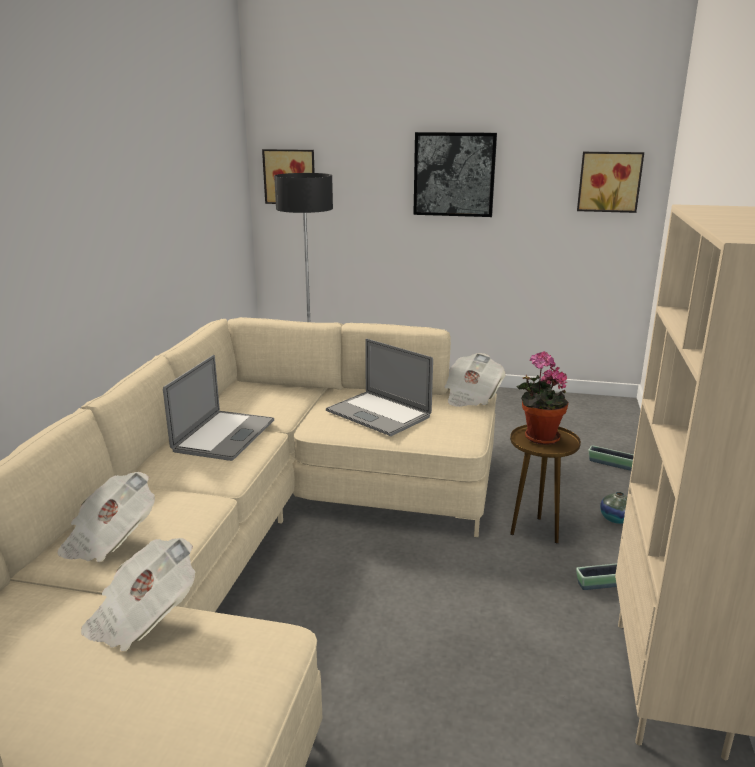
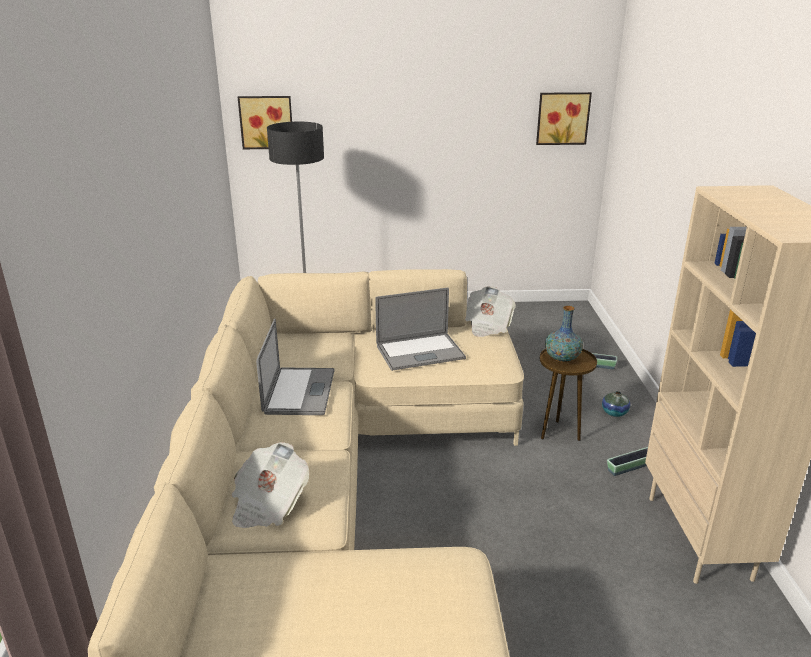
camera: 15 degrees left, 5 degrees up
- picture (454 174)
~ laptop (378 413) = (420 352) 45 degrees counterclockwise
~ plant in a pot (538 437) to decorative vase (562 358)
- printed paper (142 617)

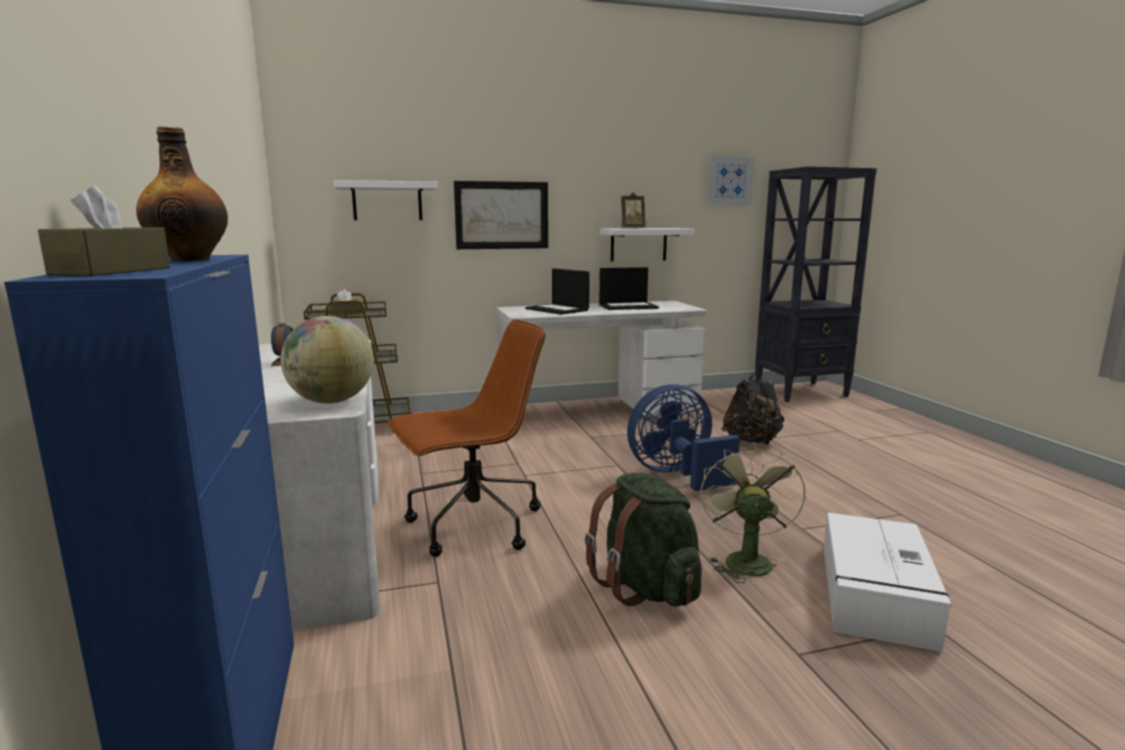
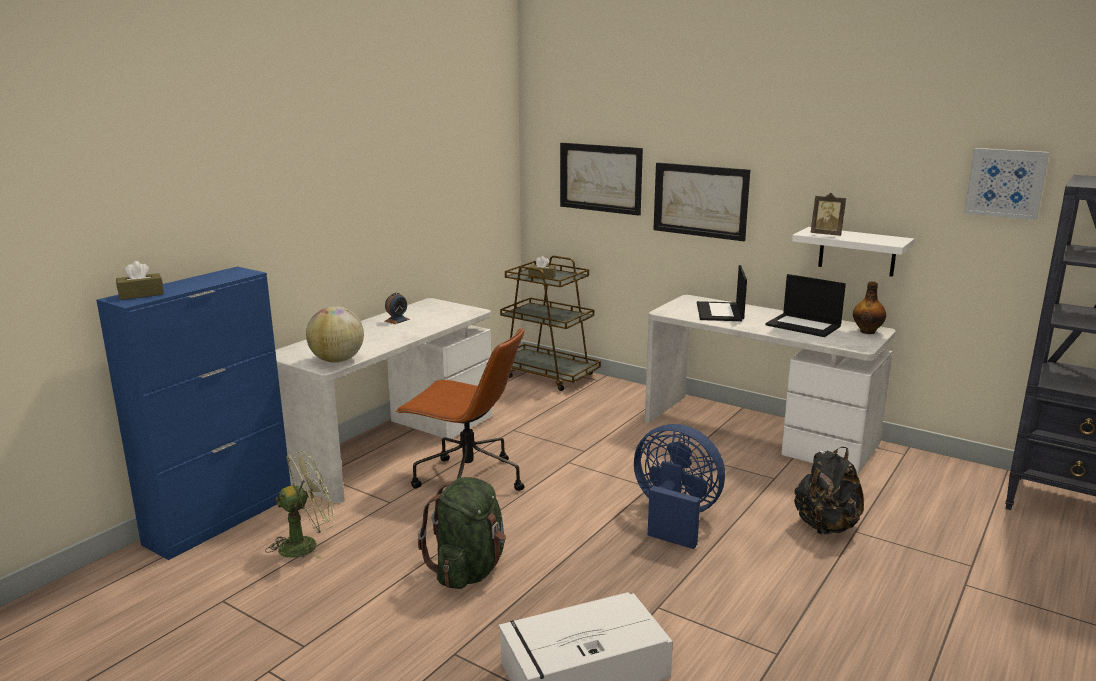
camera: 50 degrees right, 5 degrees up
~ beverage bottle (190 260) to (867 331)
~ wall shelf/white-coloured (387 201) to picture (600 178)
~ fan/green-coloured (745 559) to (306 544)

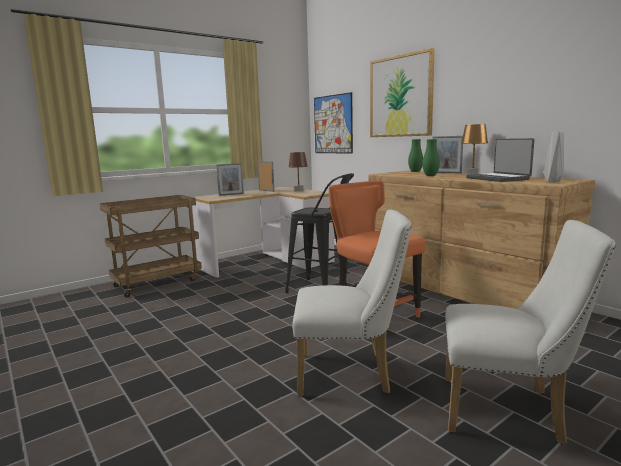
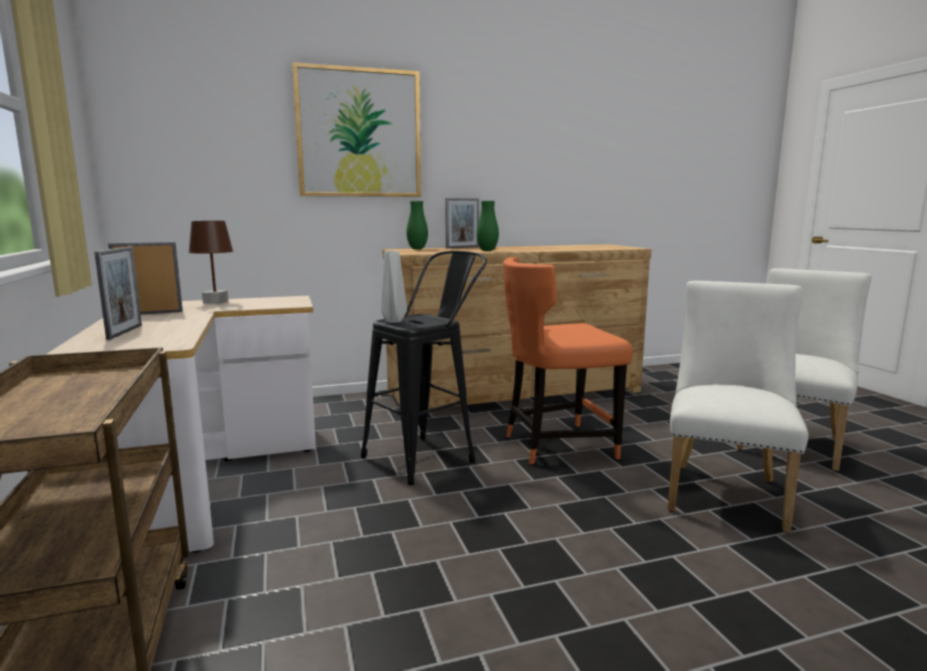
camera: 70 degrees left, 0 degrees up
- picture (333 124)
- lamp for a table/brownish (473 174)
~ decorative vase/greyish (554 181) to (394 321)
- laptop (498 179)

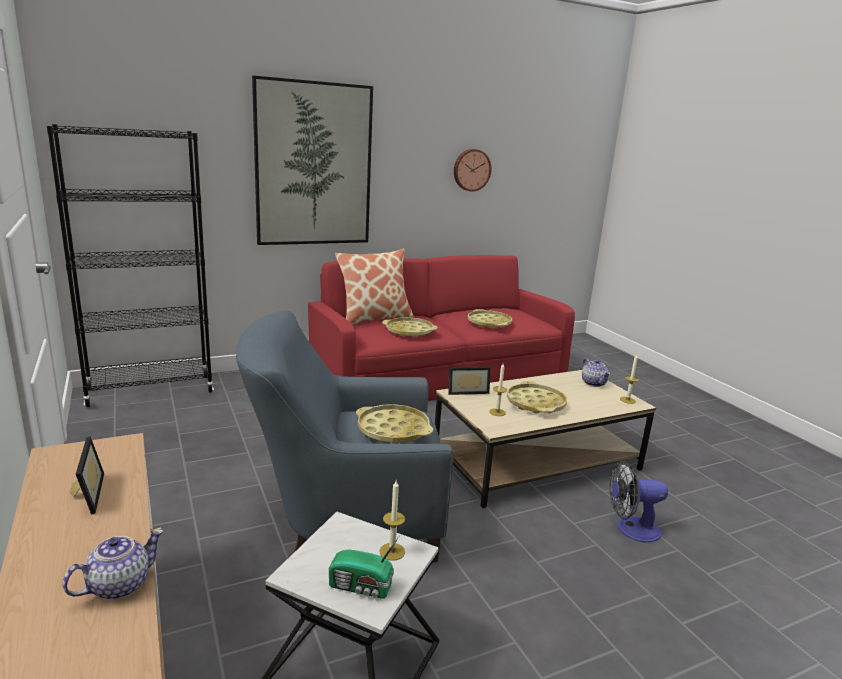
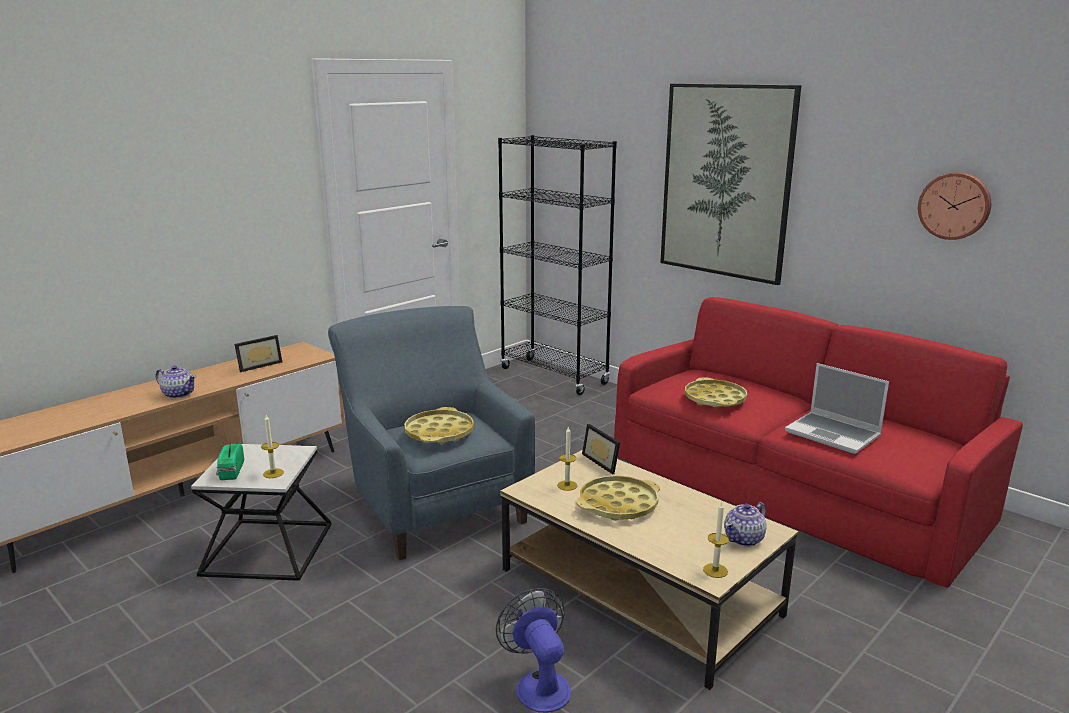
camera: 70 degrees right, 0 degrees up
- pillow (374 318)
~ serving tray/yellow-coloured (489 323) to laptop (834 434)

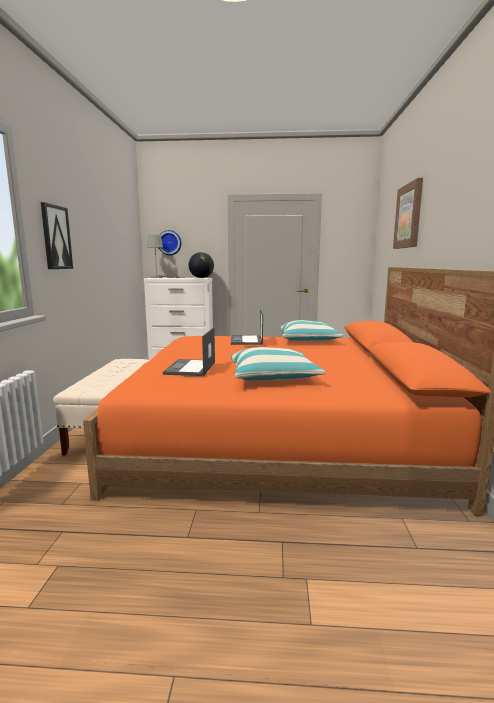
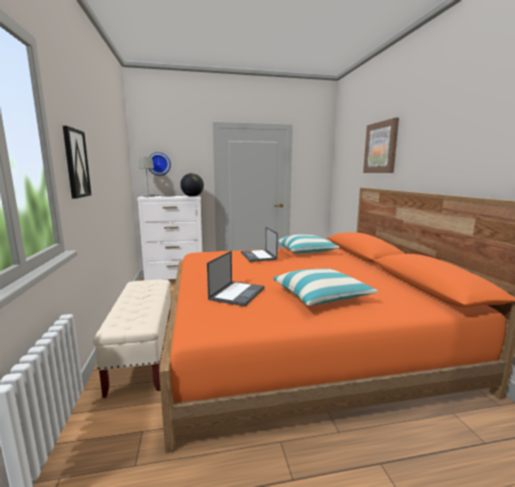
camera: 15 degrees left, 0 degrees up
~ laptop (190 368) = (237 293) 150 degrees counterclockwise

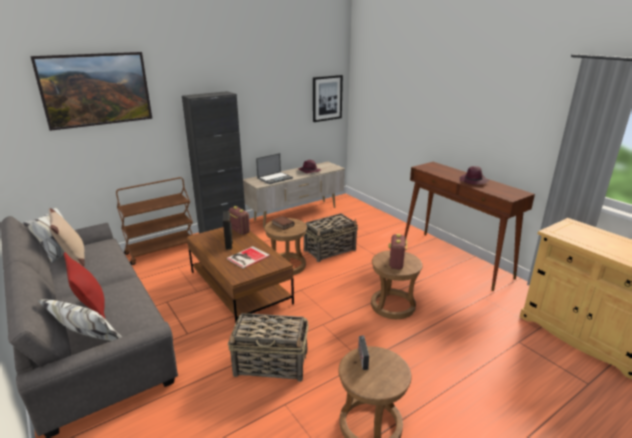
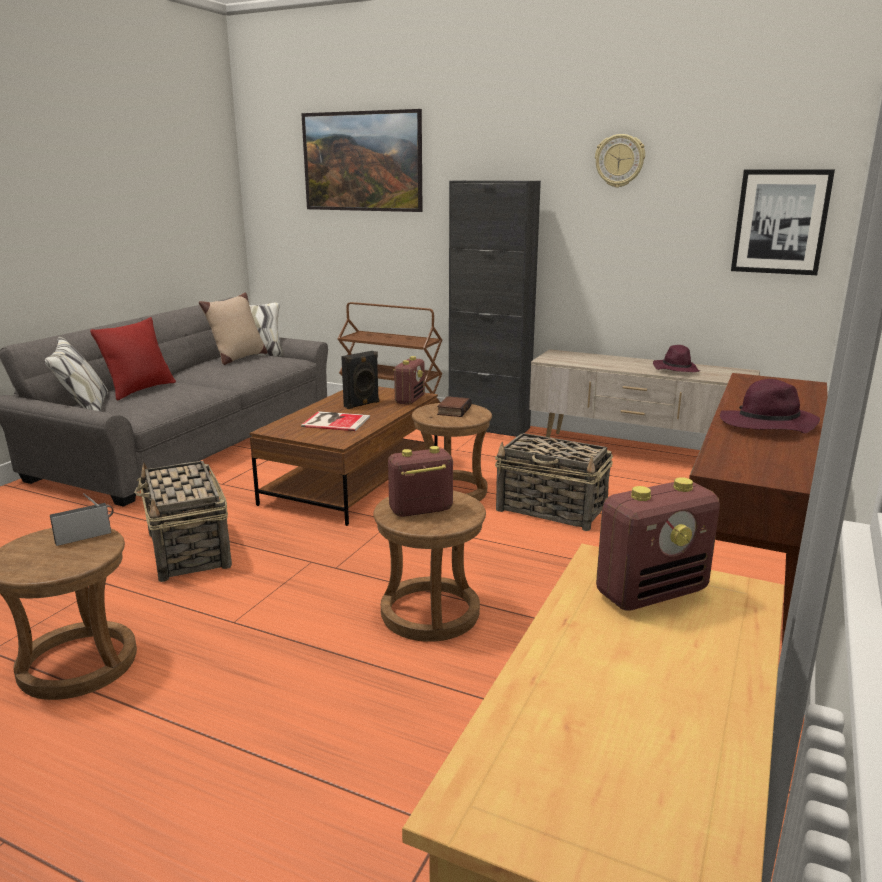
camera: 60 degrees right, 5 degrees down
- laptop (275 178)
+ hanging clock (619 161)
+ radio receiver (652 592)

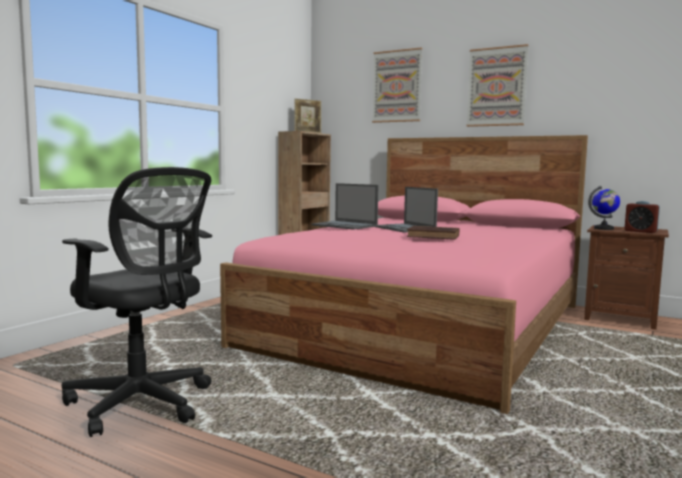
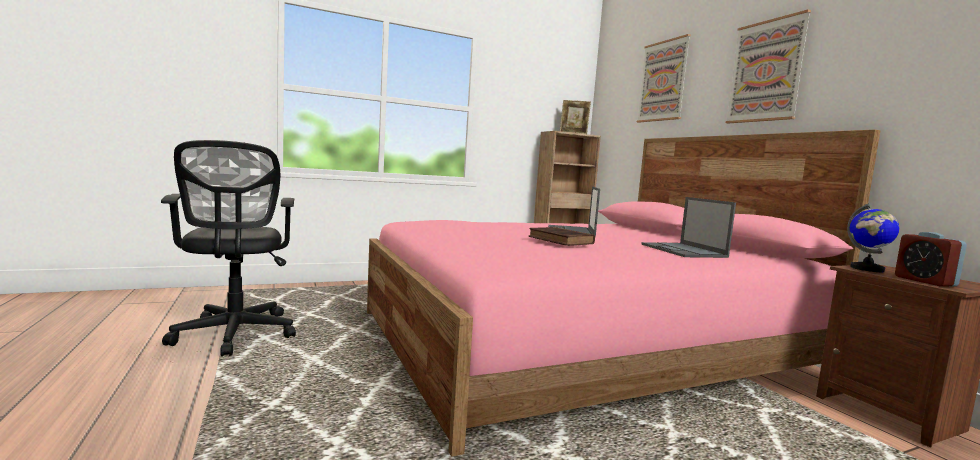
camera: 35 degrees right, 0 degrees up
~ laptop (345 226) to (684 251)

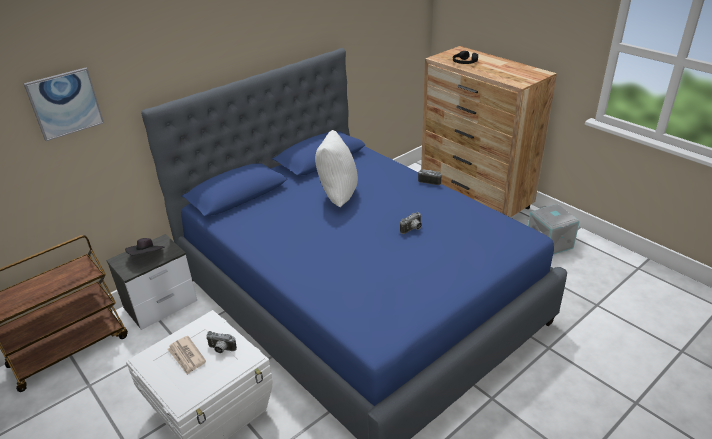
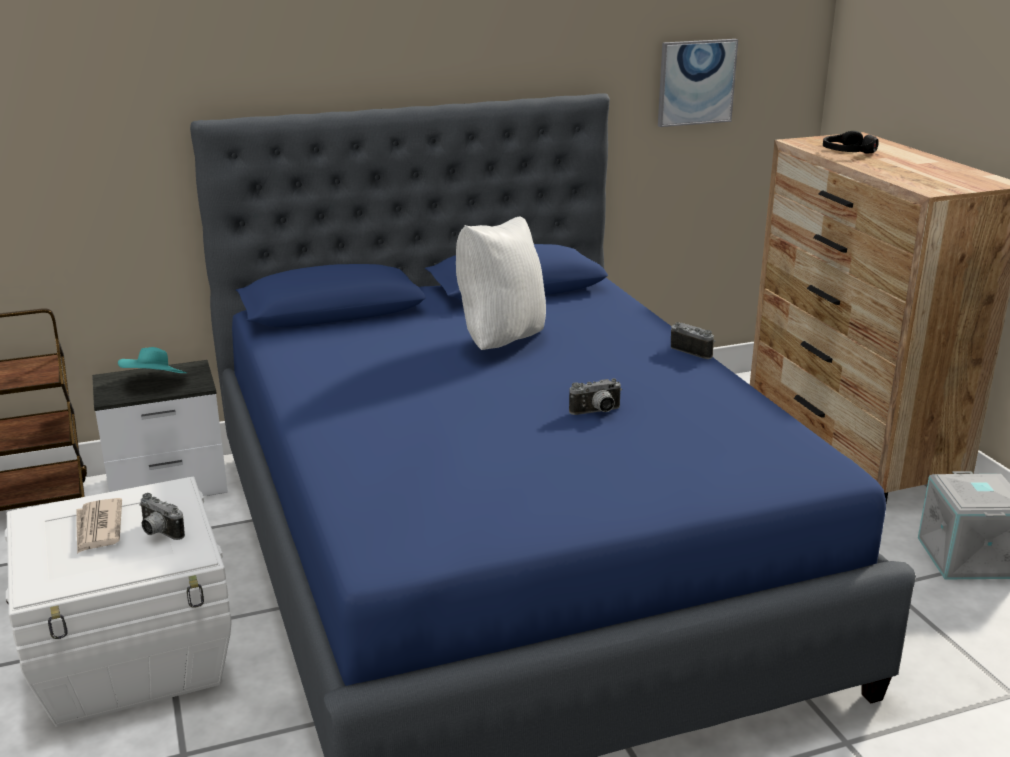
camera: 20 degrees right, 10 degrees down
~ picture (65 103) to (696 82)
~ hat/black-coloured (147 256) to hat/blue-green (155 383)

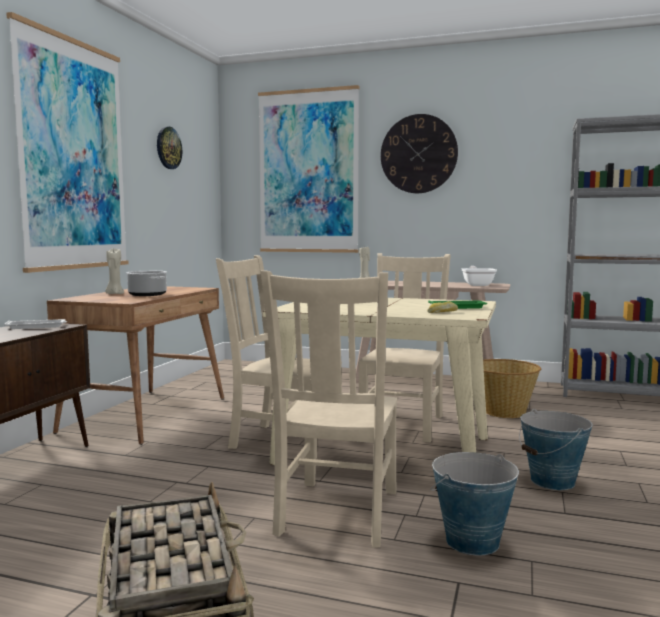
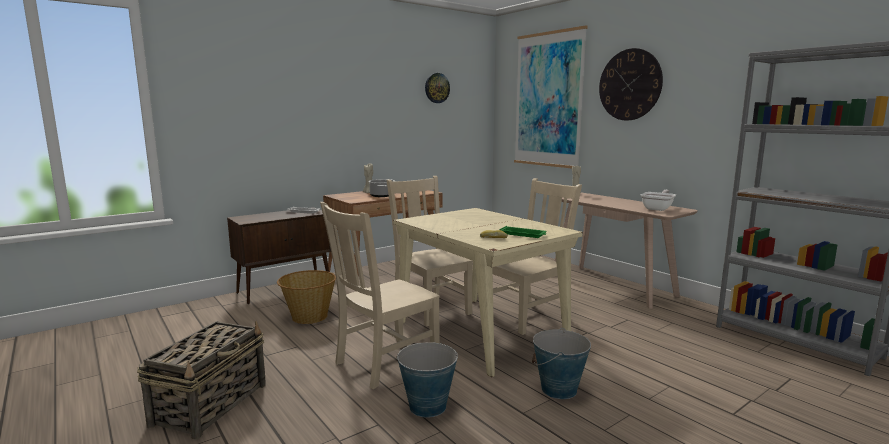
camera: 35 degrees right, 5 degrees up
- picture (73 155)
~ household basket (504 412) to (309 317)

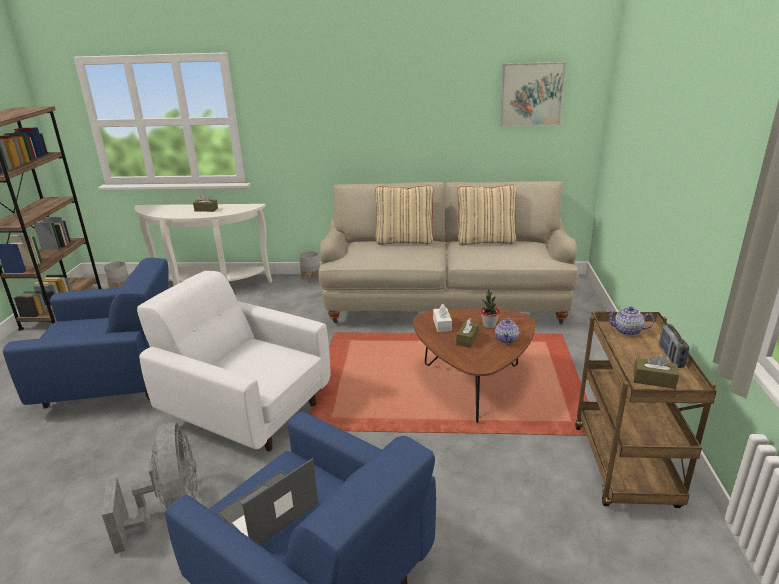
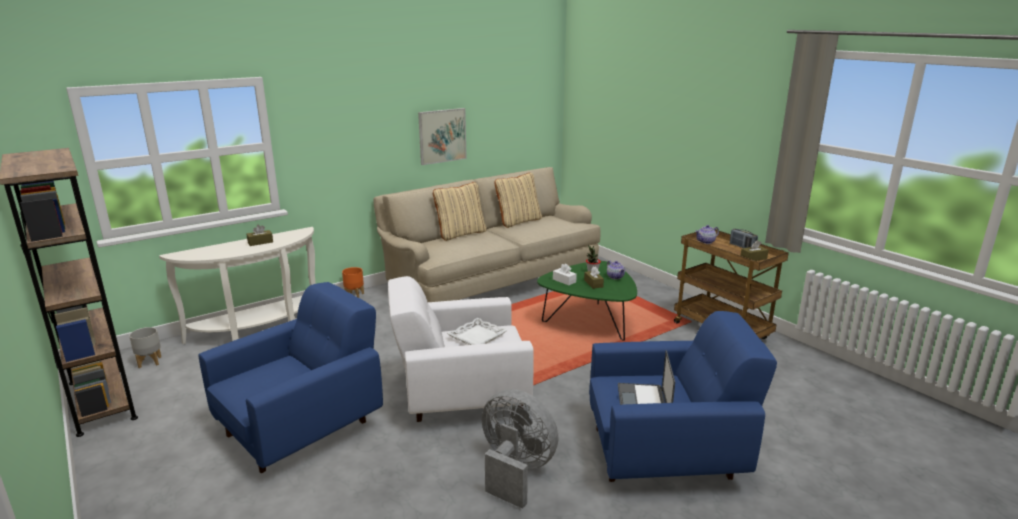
camera: 40 degrees left, 5 degrees down
~ picture (531 94) to (442 136)
~ plant pot/greyish (311 278) to plant pot/orangey (354 295)
~ low table/brownish (473 384) to low table/green-coloured (589 322)
+ serving tray/white-coloured (477 336)

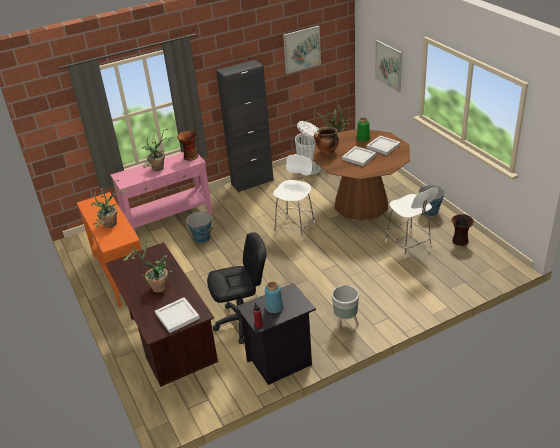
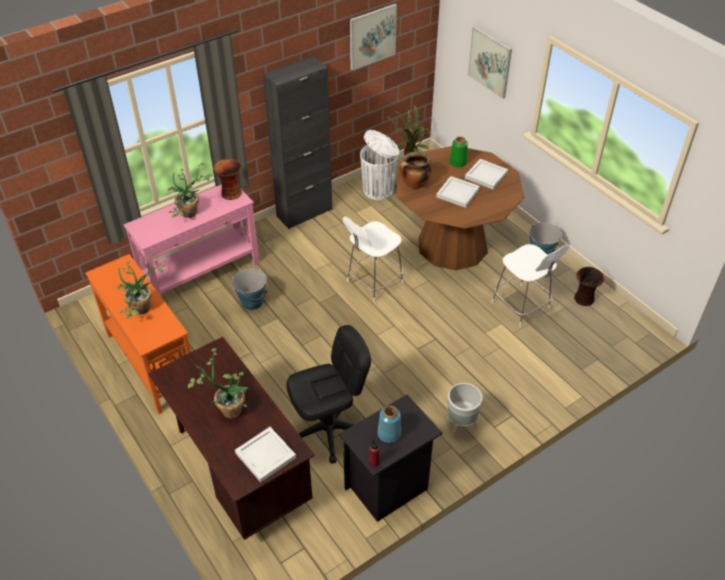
camera: 10 degrees left, 10 degrees up
~ chair/white-coloured (295 227) = (373 282) 150 degrees counterclockwise

